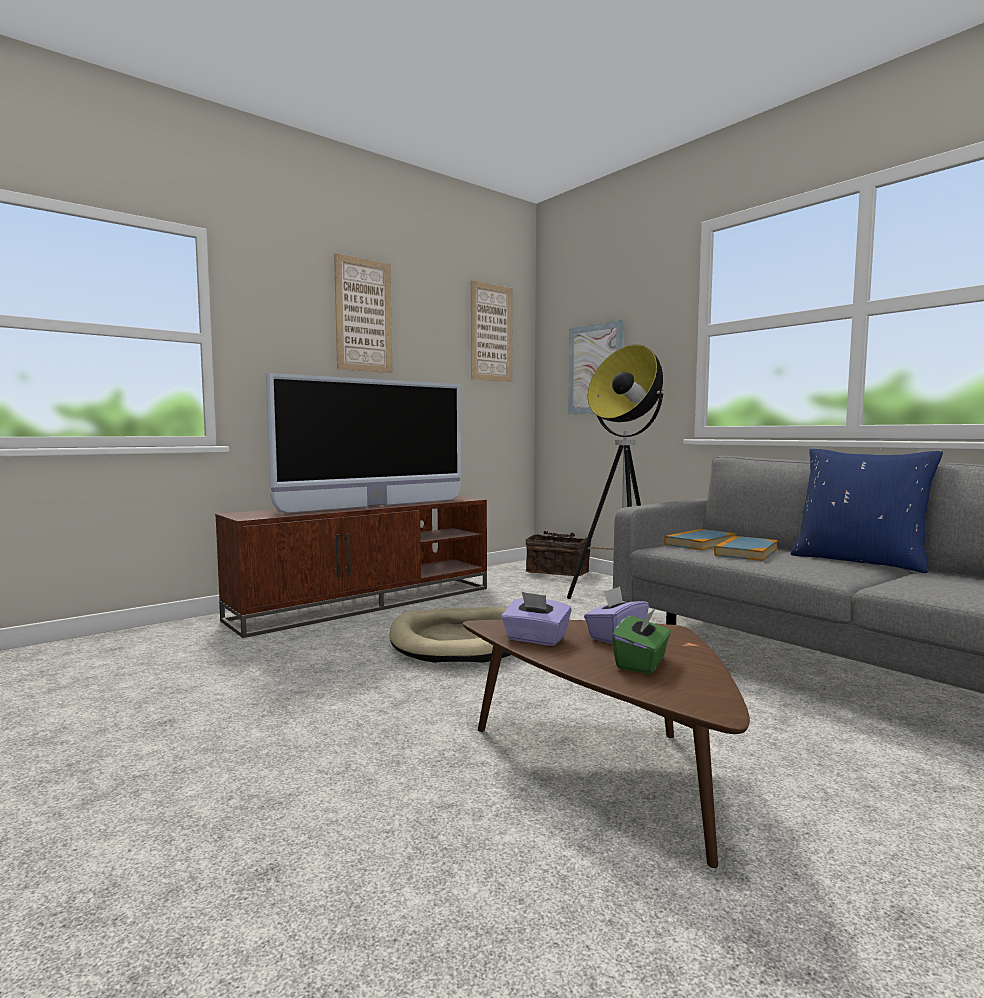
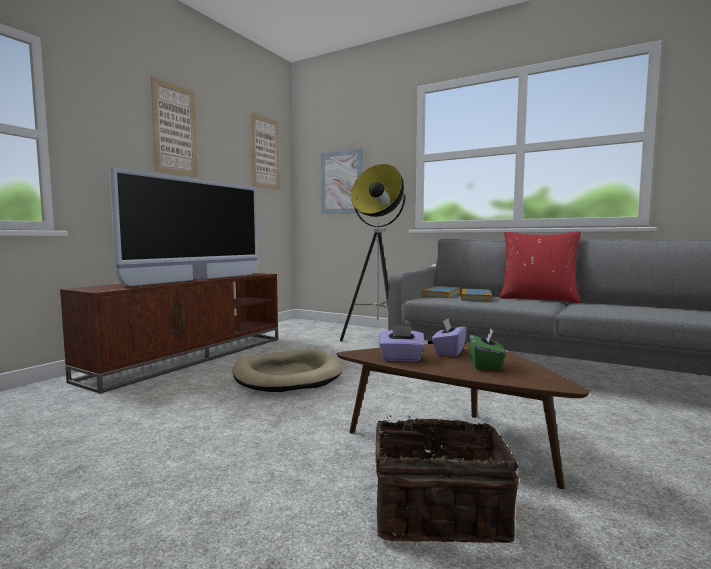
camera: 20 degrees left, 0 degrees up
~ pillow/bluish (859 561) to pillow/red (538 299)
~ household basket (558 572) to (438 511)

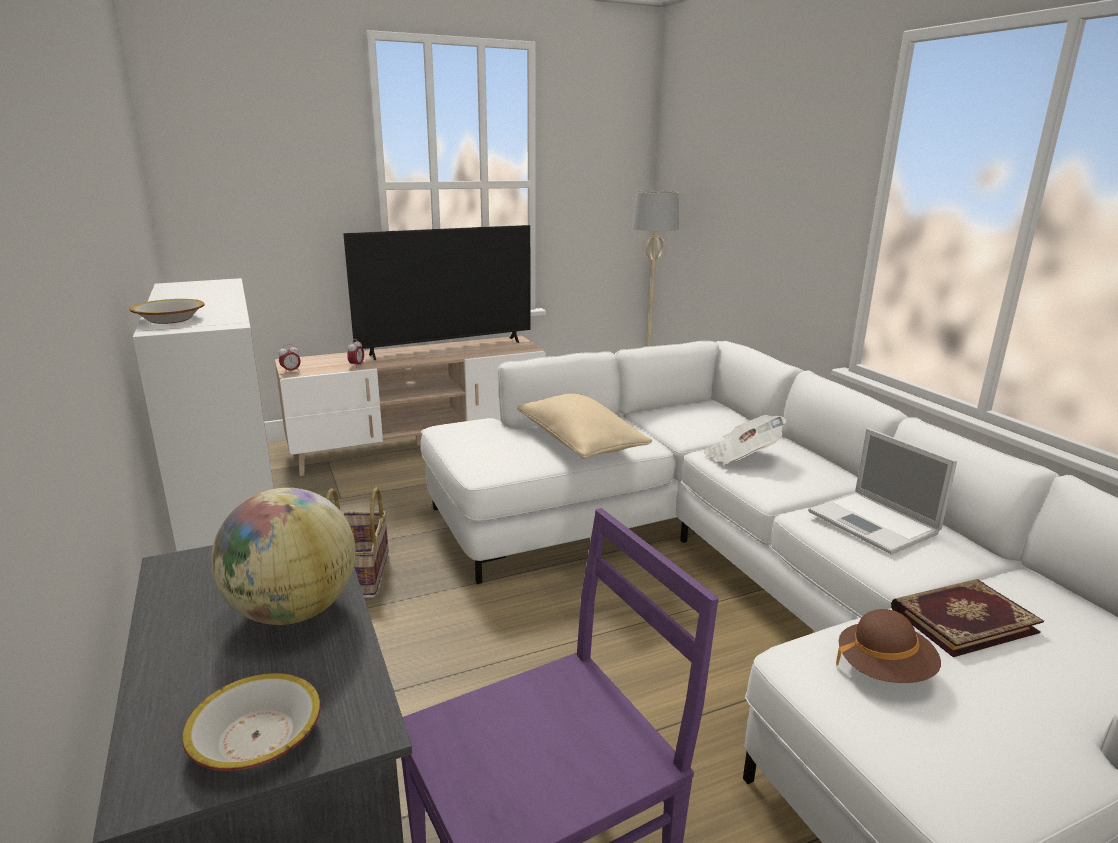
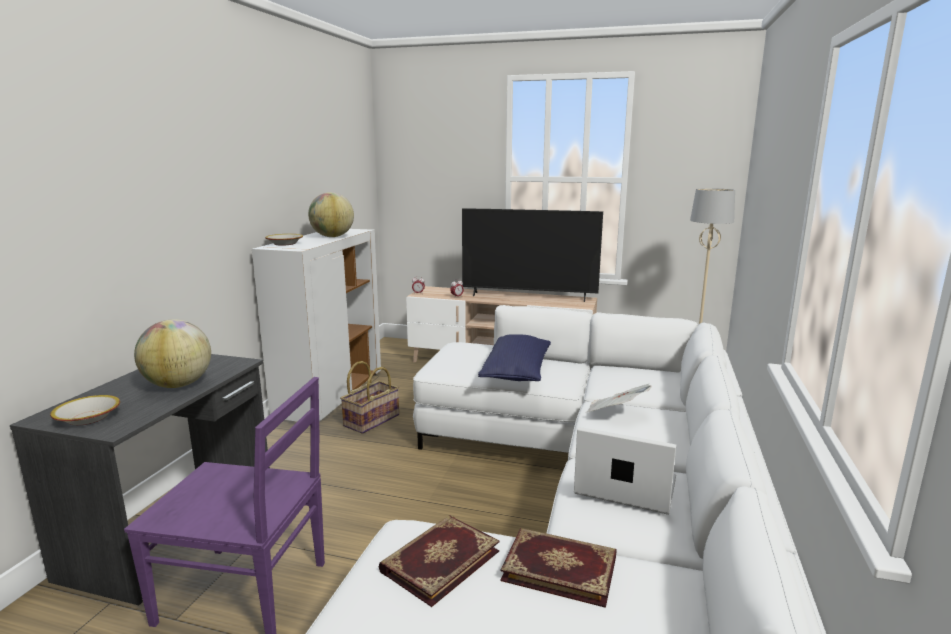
camera: 40 degrees right, 5 degrees down
~ pillow/beige-coloured (580 443) to pillow/bluish (516 373)
~ laptop (875 523) = (623 486) 105 degrees clockwise
~ hat/brownish (884 670) to book (439 560)
+ desk globe (332 237)

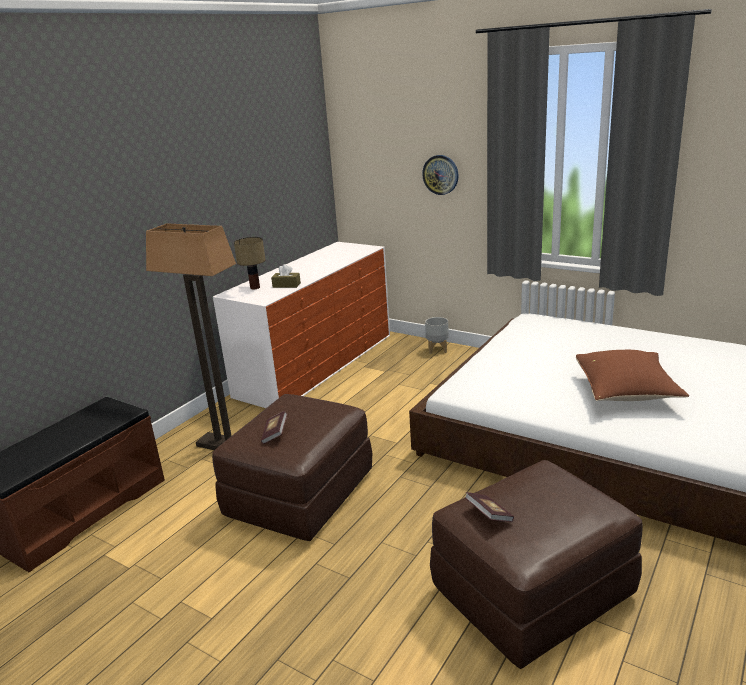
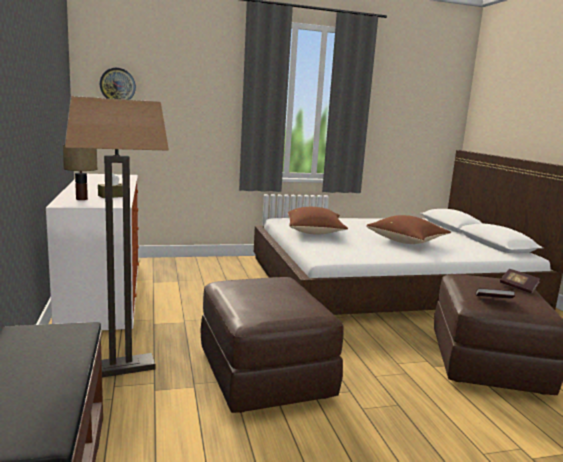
camera: 50 degrees left, 10 degrees down
~ hanging clock (440 174) to (117 85)
- plant pot/greyish (437 349)
~ book (275 434) to (518 287)
+ pillow/brownish (315 233)

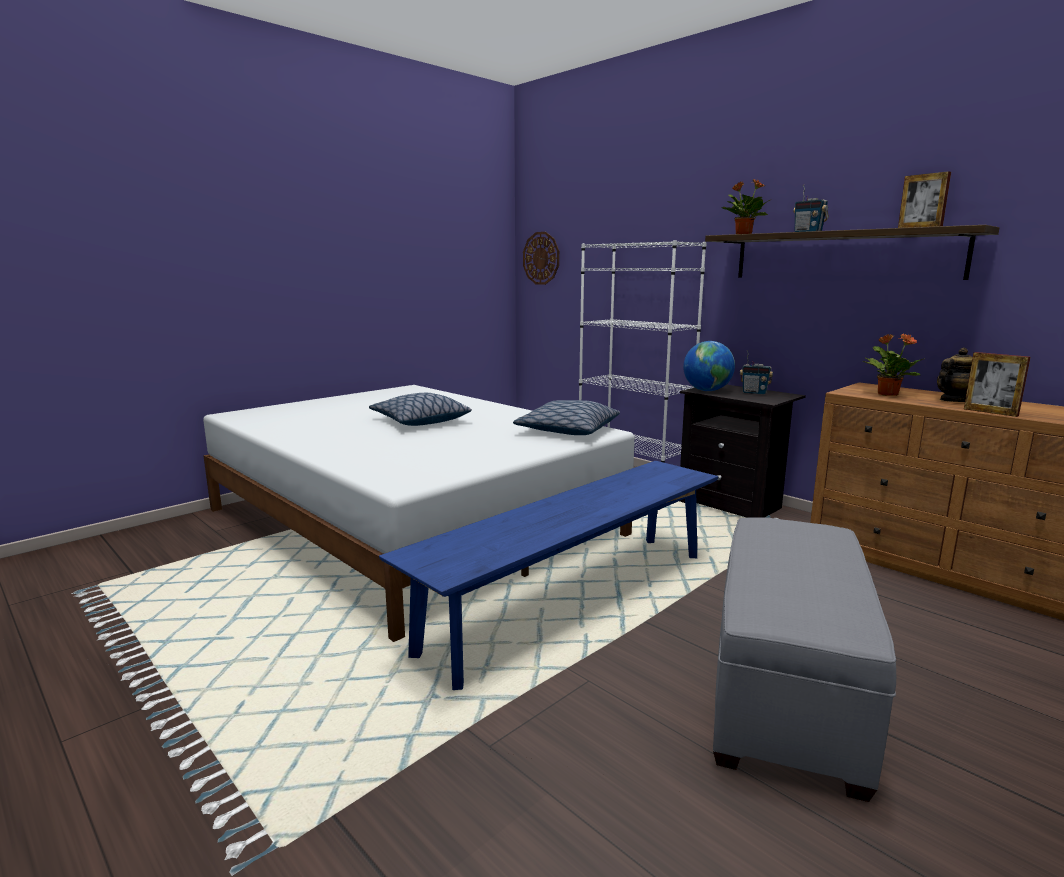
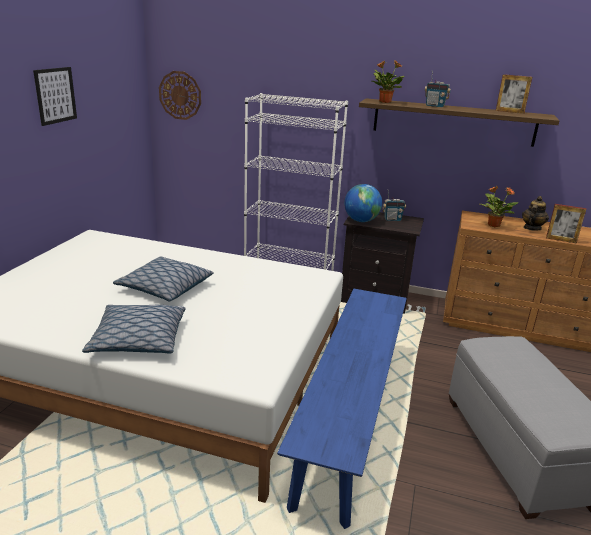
camera: 30 degrees left, 10 degrees up
~ pillow (567 430) to (138 340)
+ picture (55 95)

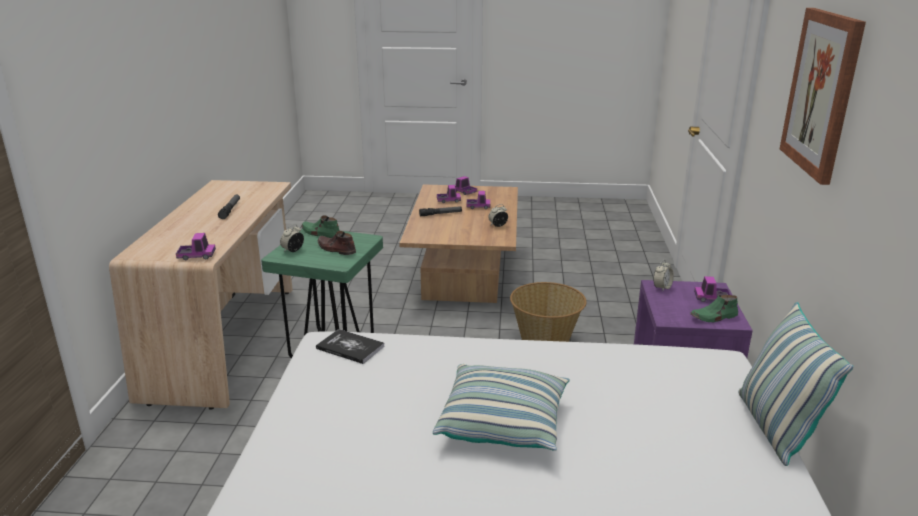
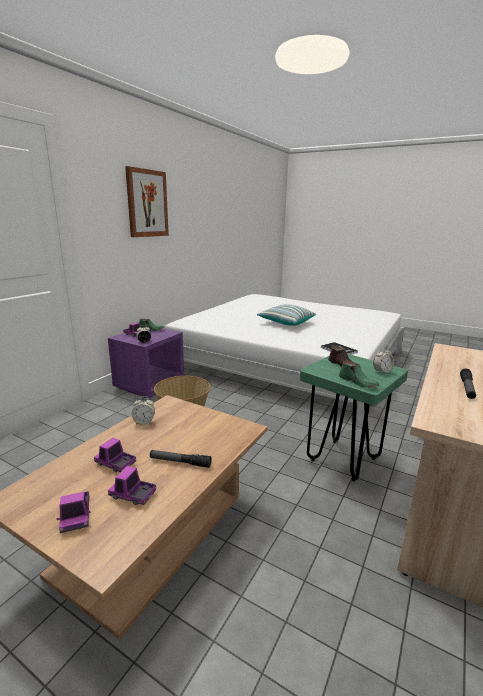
camera: 155 degrees left, 5 degrees down
- toy truck (196 256)
- pillow (775 428)

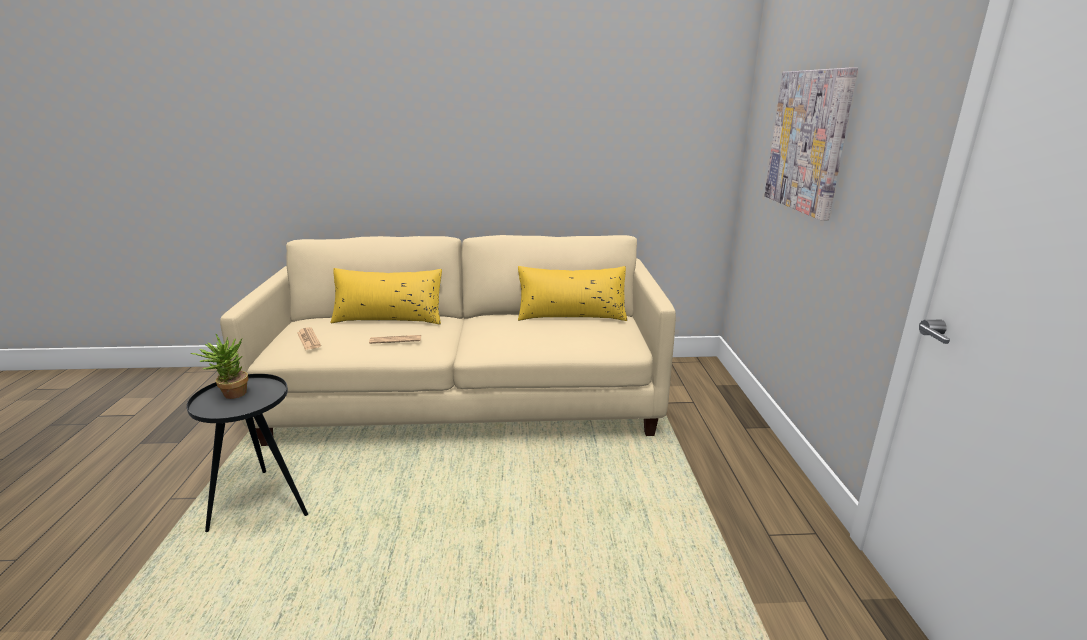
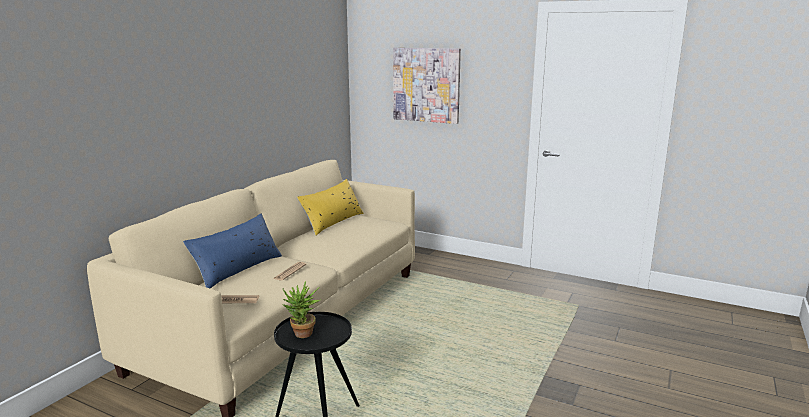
camera: 60 degrees left, 5 degrees down
~ pillow/yellow-coloured (389 318) to pillow/bluish (238 269)

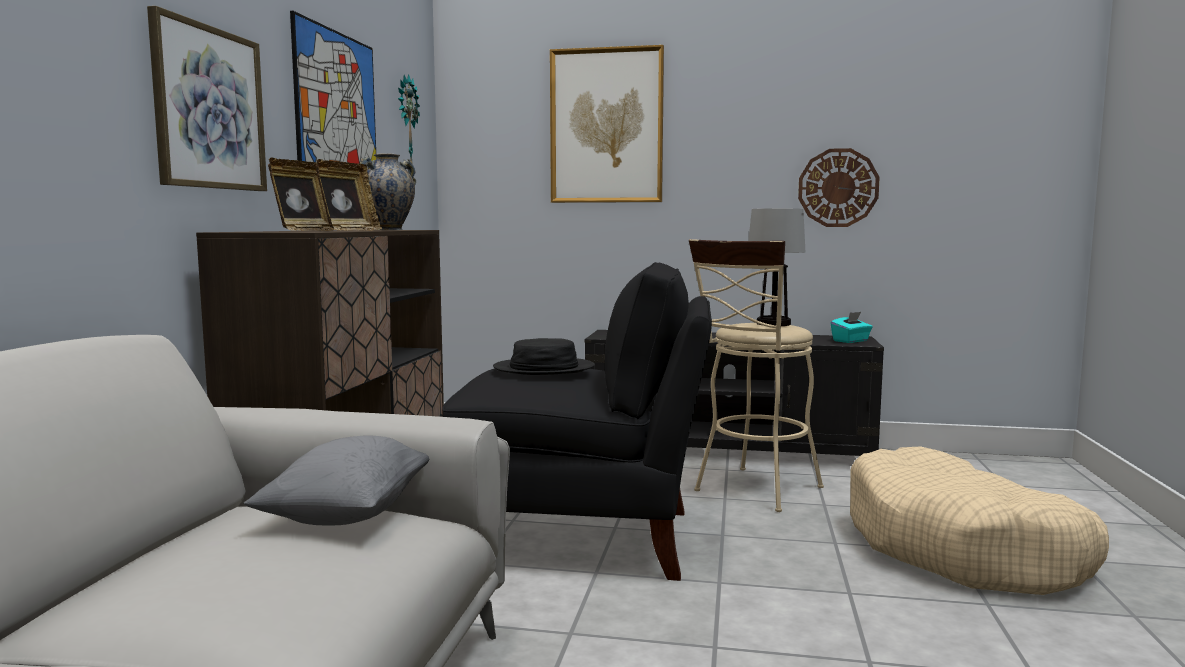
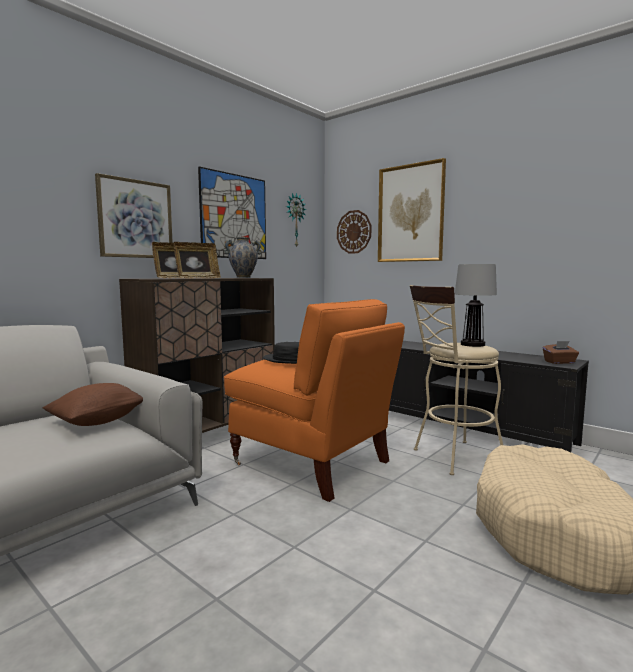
camera: 30 degrees right, 0 degrees up
~ hanging clock (838 188) to (354 232)
~ easy chair/black-coloured (586 537) to easy chair/orangey (312 463)
~ box of tissues/blue-green (851 341) to box of tissues/brownish (559 362)
~ pillow/greyish (346 515) to pillow/brownish (97 422)

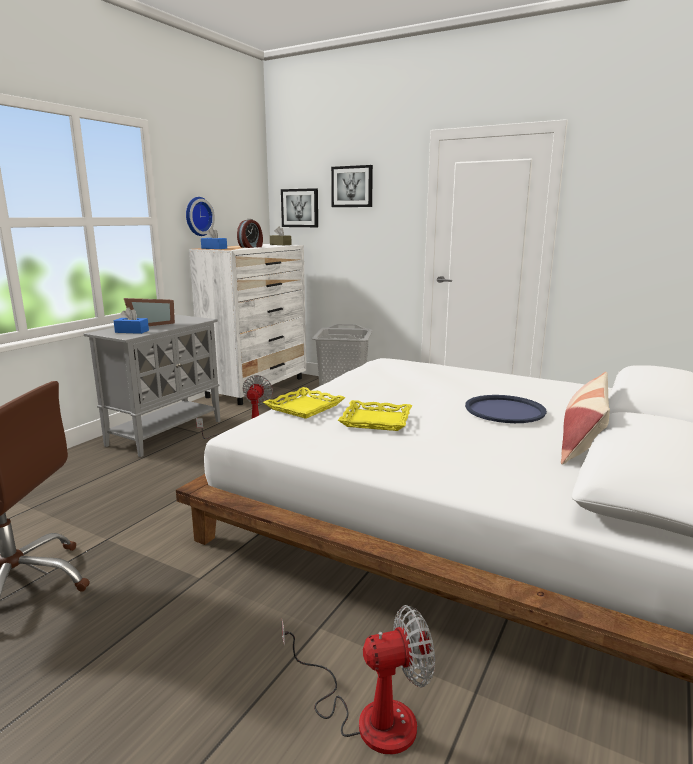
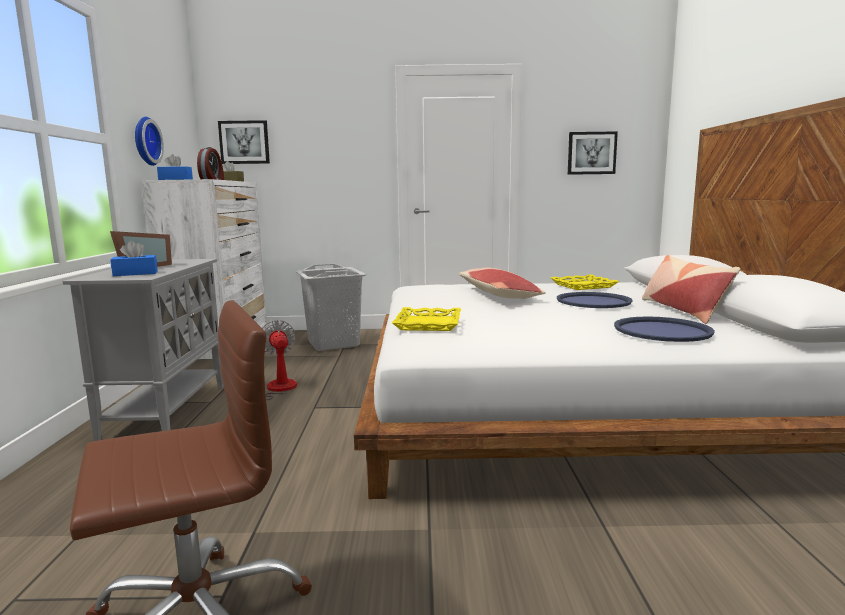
camera: 30 degrees left, 5 degrees down
~ picture (352 186) to (591 153)
~ serving tray/yellow-coloured (376 420) to (583 286)
- fan (368 715)
+ pillow (498 295)
+ serving tray/bluish (662 330)

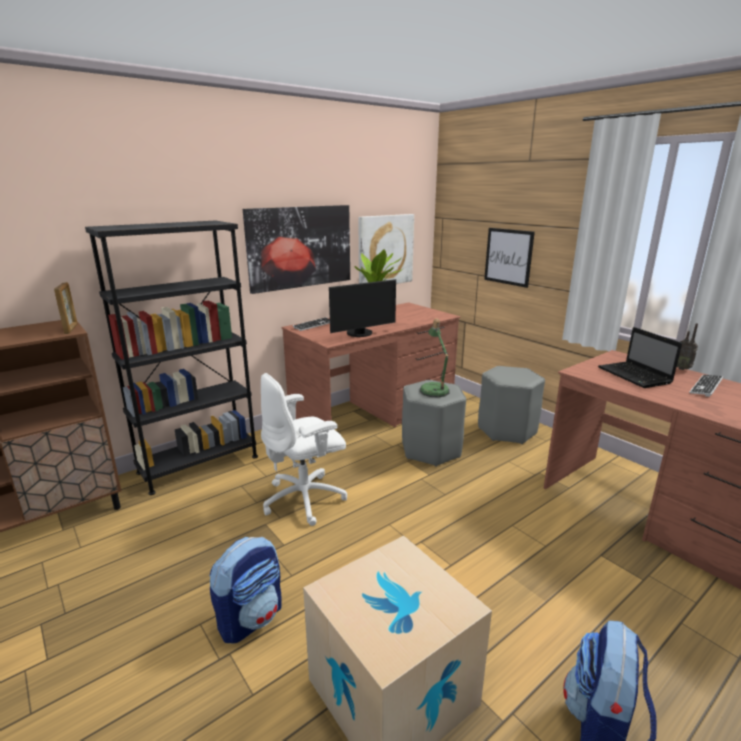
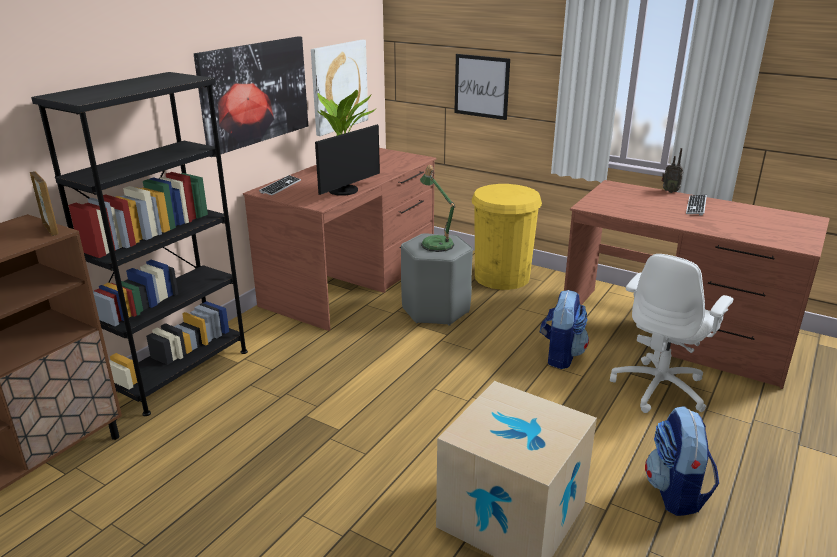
camera: 20 degrees left, 5 degrees up
- laptop (635 376)
~ stool/greyish (507 430) to rubbish bin/yellow-coloured (502 277)
~ office chair/white-coloured (305 499) to (660 388)
~ rucksack (251 617) to (560 355)

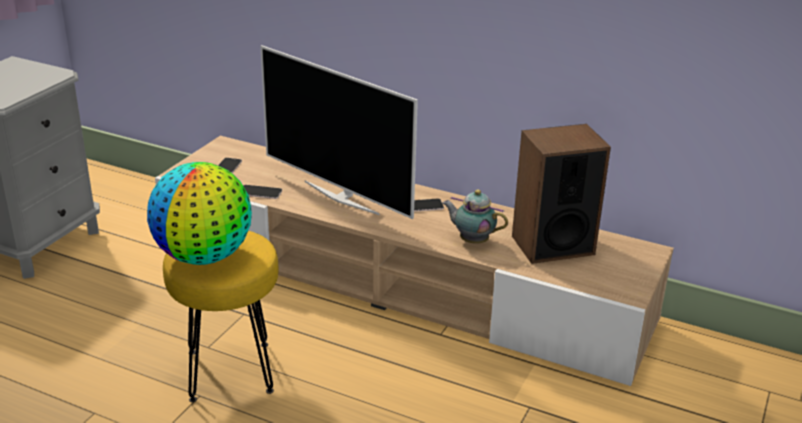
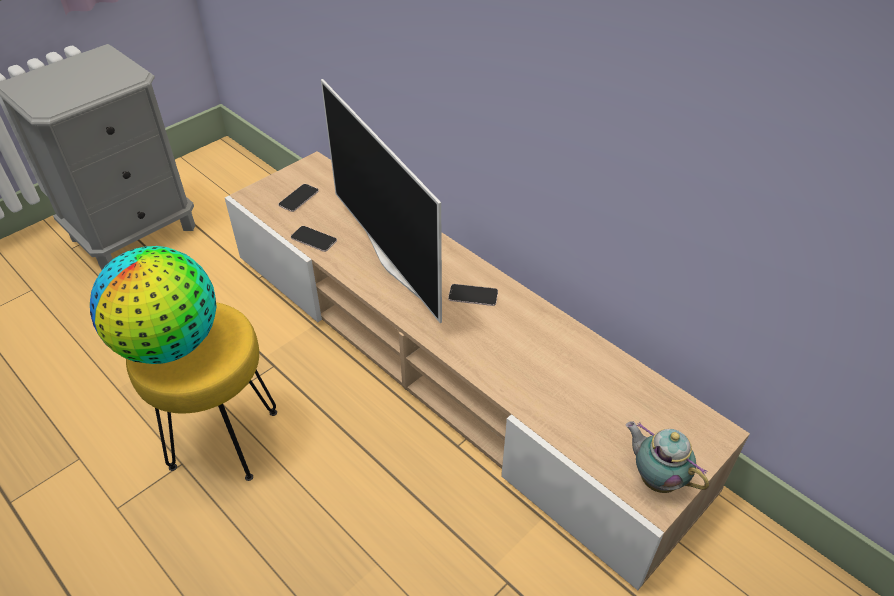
camera: 20 degrees right, 15 degrees up
- audio speaker (552 245)
~ pot for tea (472 241) to (656 478)

